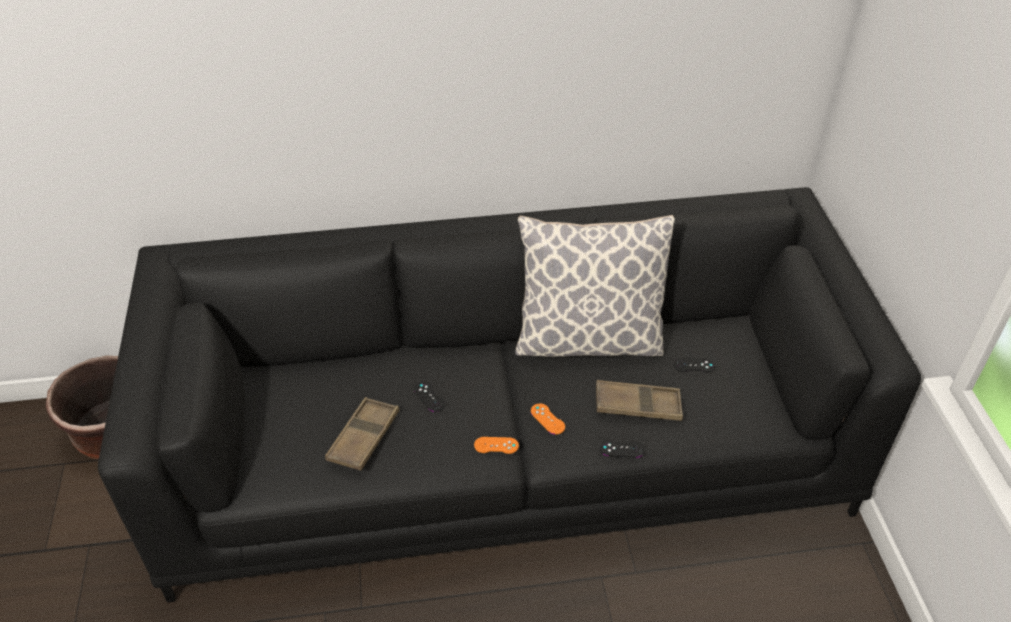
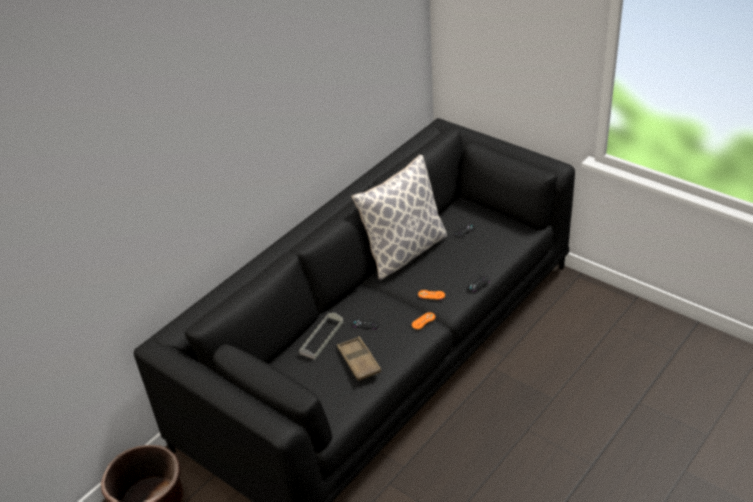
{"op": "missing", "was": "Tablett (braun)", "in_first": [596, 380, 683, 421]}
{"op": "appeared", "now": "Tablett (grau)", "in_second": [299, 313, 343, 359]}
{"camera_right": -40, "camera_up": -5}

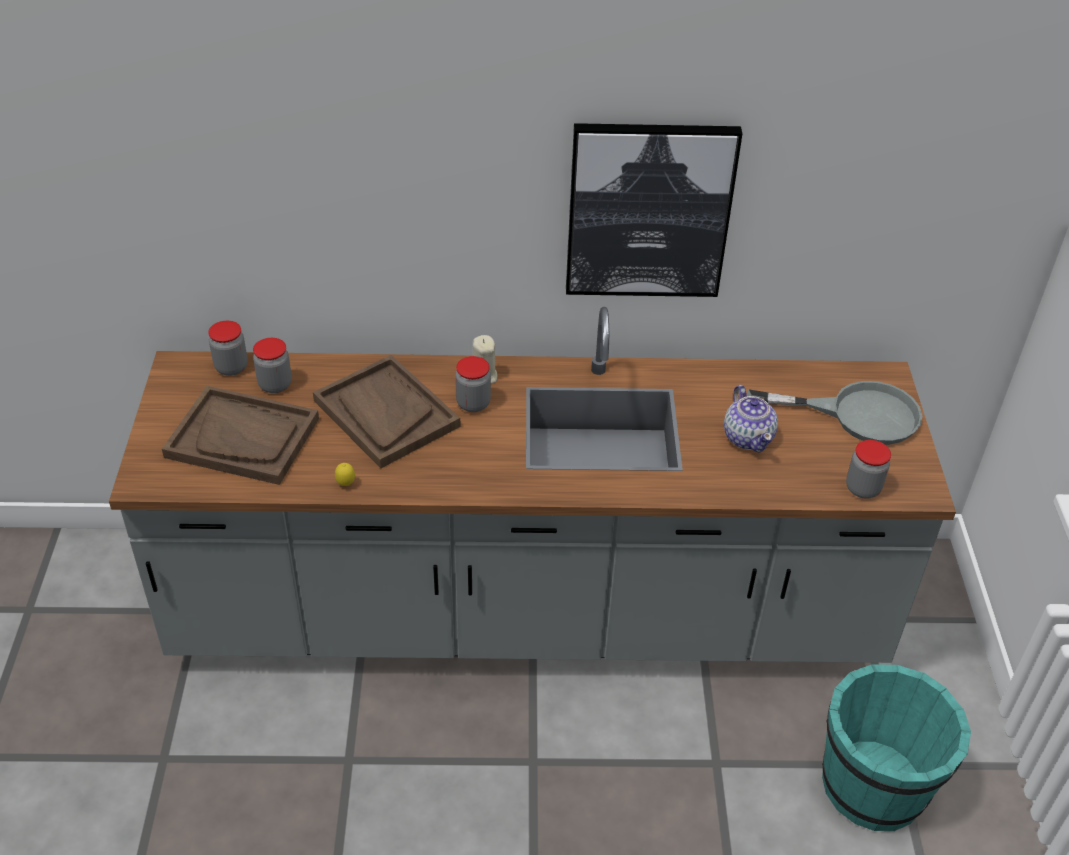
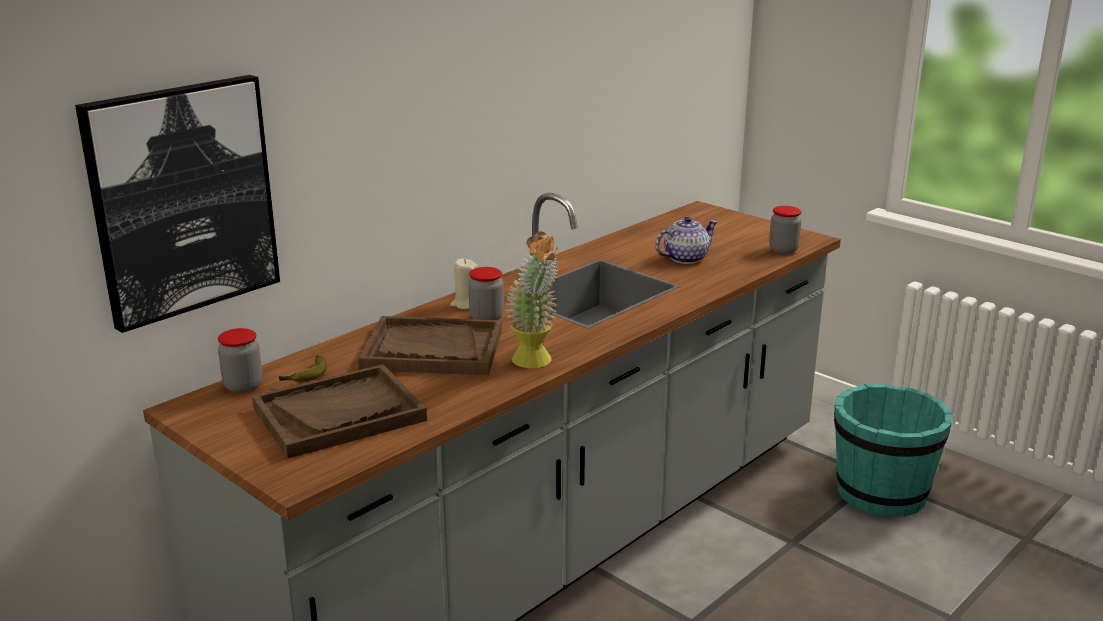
{"op": "relocated", "was": "Bild", "in_first": [566, 123, 742, 297], "in_second": [75, 75, 280, 333]}
{"op": "exchanged", "was": "Vorratsglas", "now": "Banane", "in_first": [253, 338, 292, 393], "in_second": [279, 355, 327, 382]}
{"op": "missing", "was": "Pfanne (grau)", "in_first": [747, 381, 922, 445]}
{"op": "spun", "was": "Teekanne", "in_first": [724, 385, 778, 452], "in_second": [655, 216, 718, 264], "clockwise": -60}
{"op": "missing", "was": "Zitrone", "in_first": [335, 463, 355, 486]}
{"op": "appeared", "now": "Topfpflanze", "in_second": [505, 231, 558, 368]}
{"camera_right": -45, "camera_up": -20}

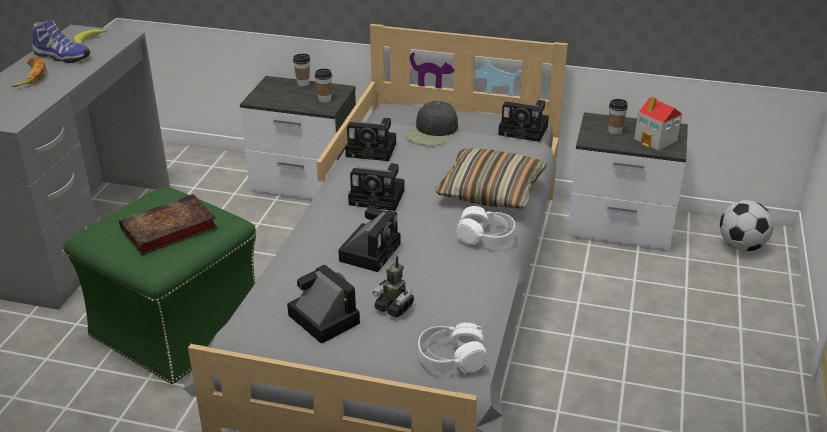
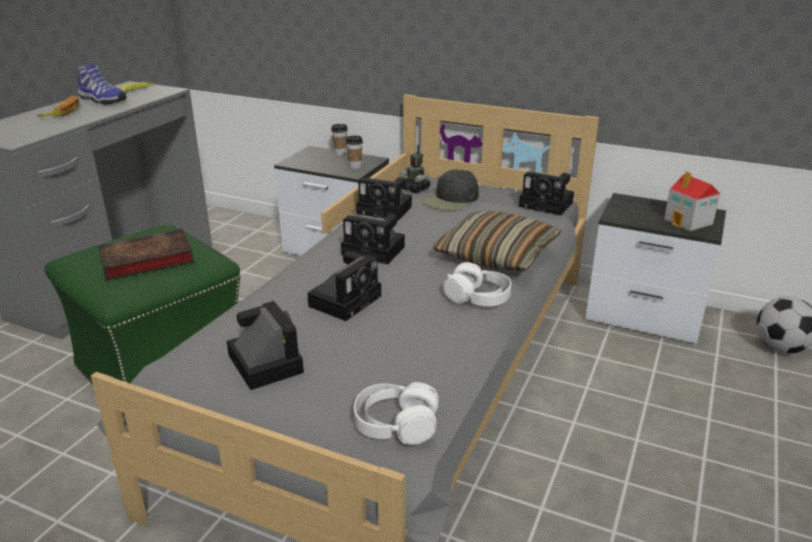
{"op": "missing", "was": "Tasse", "in_first": [608, 99, 628, 135]}
{"op": "relocated", "was": "Spielzeugroboter", "in_first": [373, 256, 414, 318], "in_second": [399, 144, 431, 193]}
{"camera_right": 10, "camera_up": -5}

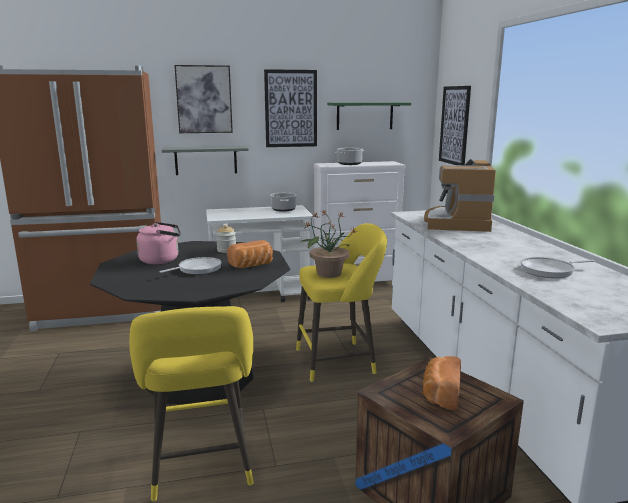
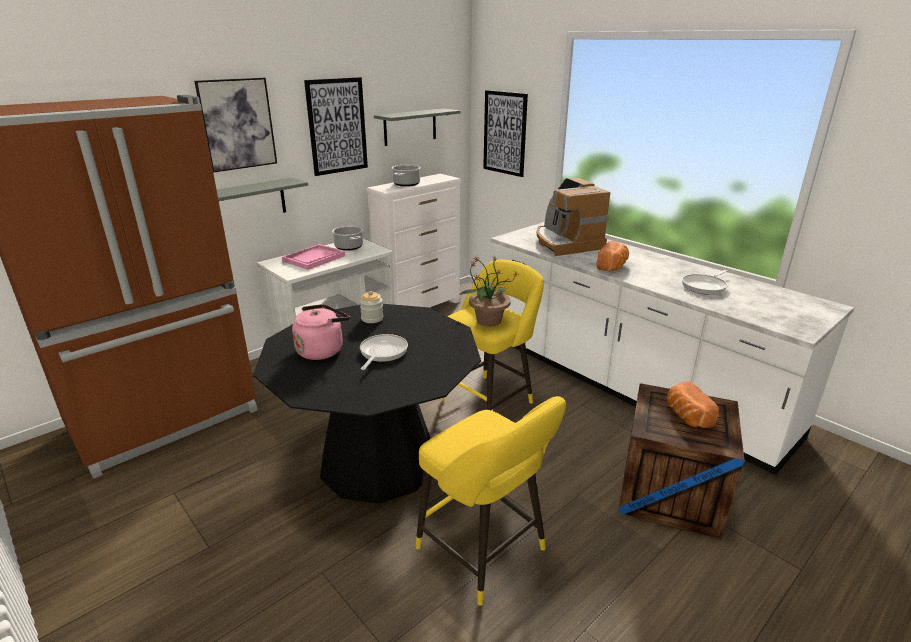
{"op": "colour", "was": "Wandregal (grün)", "now": "Wandregal (grau)", "in_first": [327, 102, 411, 130], "in_second": [374, 108, 460, 146]}
{"op": "relocated", "was": "Brot", "in_first": [227, 240, 273, 268], "in_second": [597, 241, 629, 271]}
{"op": "appeared", "now": "Tablett (rosa)", "in_second": [282, 244, 345, 270]}
{"camera_right": -30, "camera_up": 10}

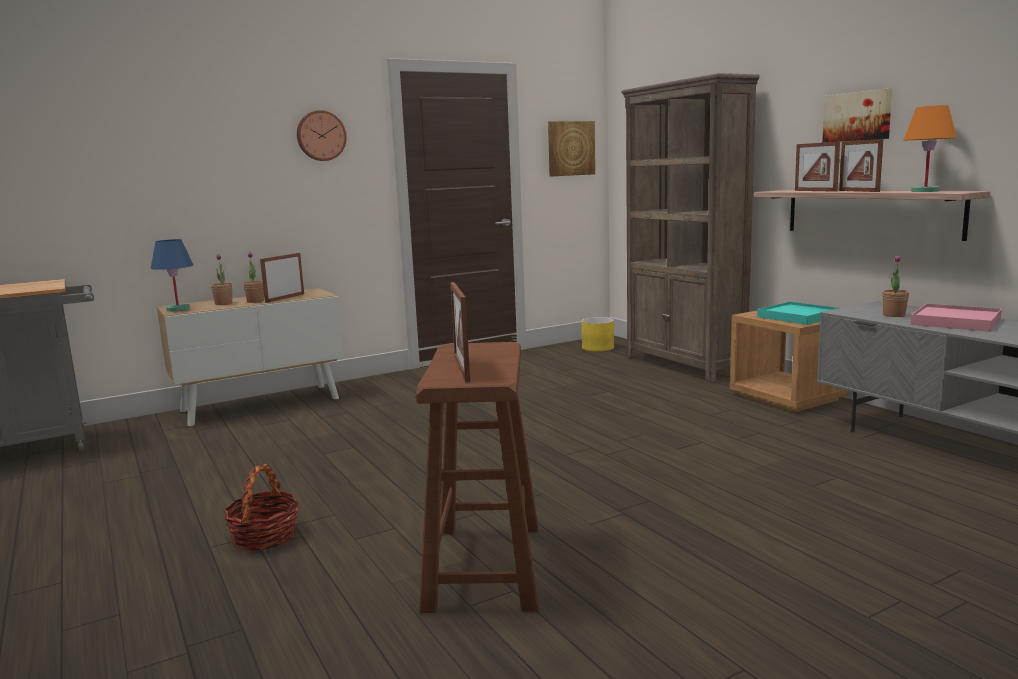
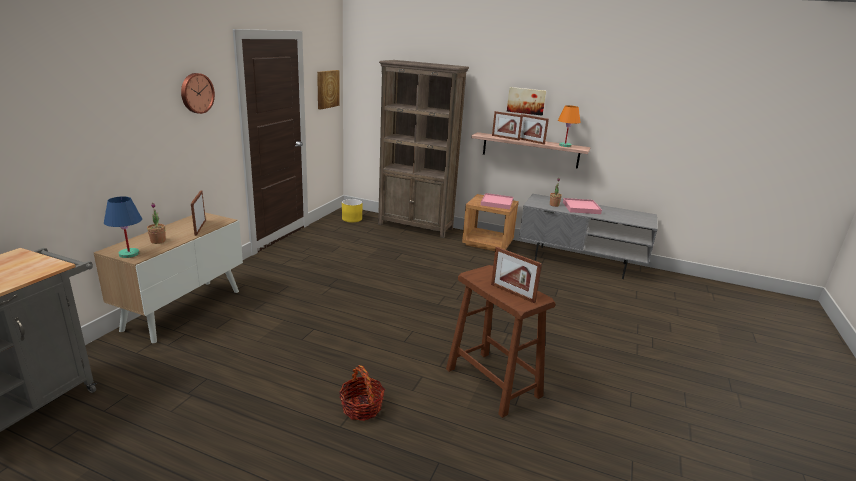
{"op": "missing", "was": "Topfpflanze", "in_first": [243, 252, 264, 303]}
{"op": "colour", "was": "Tablett (türkis)", "now": "Tablett (rosa)", "in_first": [757, 302, 840, 325], "in_second": [481, 193, 513, 210]}
{"camera_right": -40, "camera_up": 10}

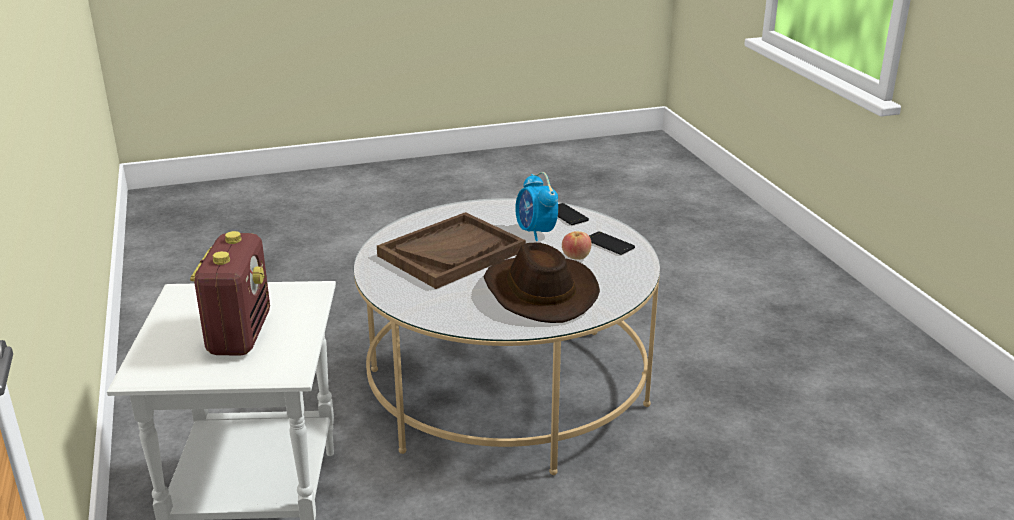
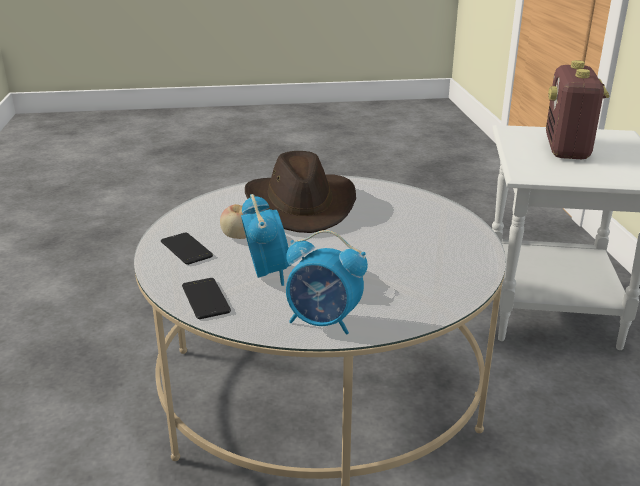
{"op": "missing", "was": "Tablett (braun)", "in_first": [377, 212, 526, 289]}
{"op": "appeared", "now": "Wecker", "in_second": [286, 230, 368, 335]}
{"camera_right": -170, "camera_up": 0}

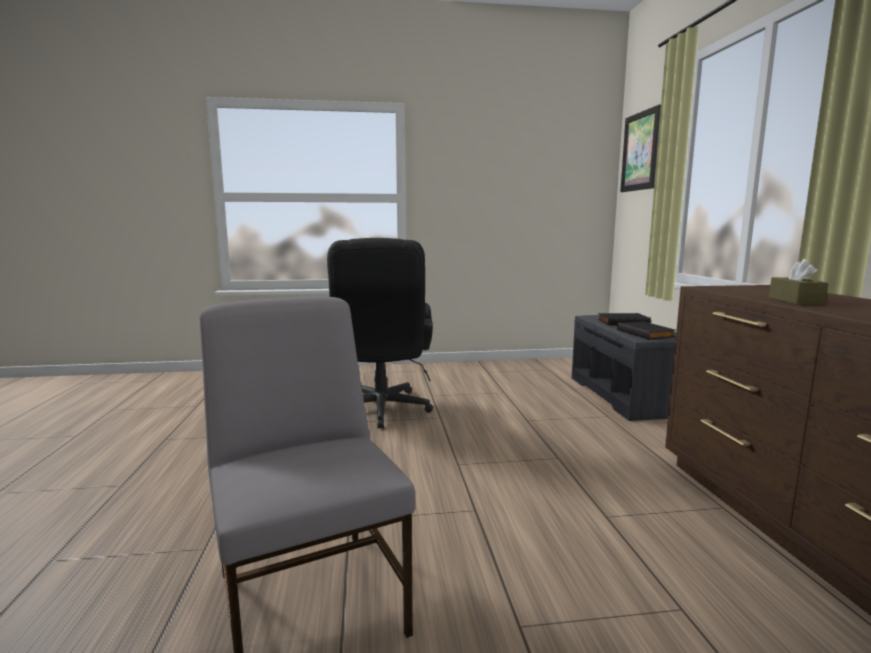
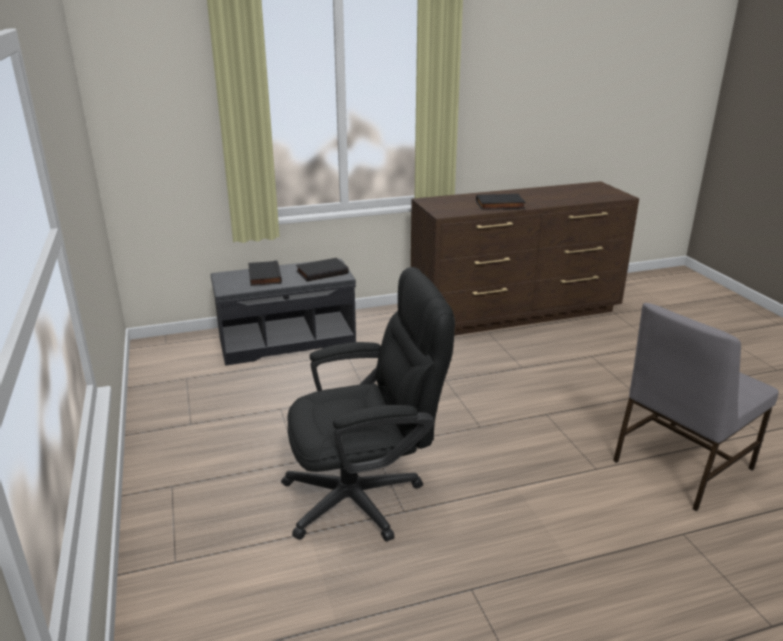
{"op": "missing", "was": "Bild", "in_first": [620, 104, 661, 192]}
{"op": "exchanged", "was": "Taschentuchbox (braun)", "now": "Buch (schwarz)", "in_first": [769, 259, 829, 305], "in_second": [476, 194, 526, 210]}
{"camera_right": -100, "camera_up": 15}

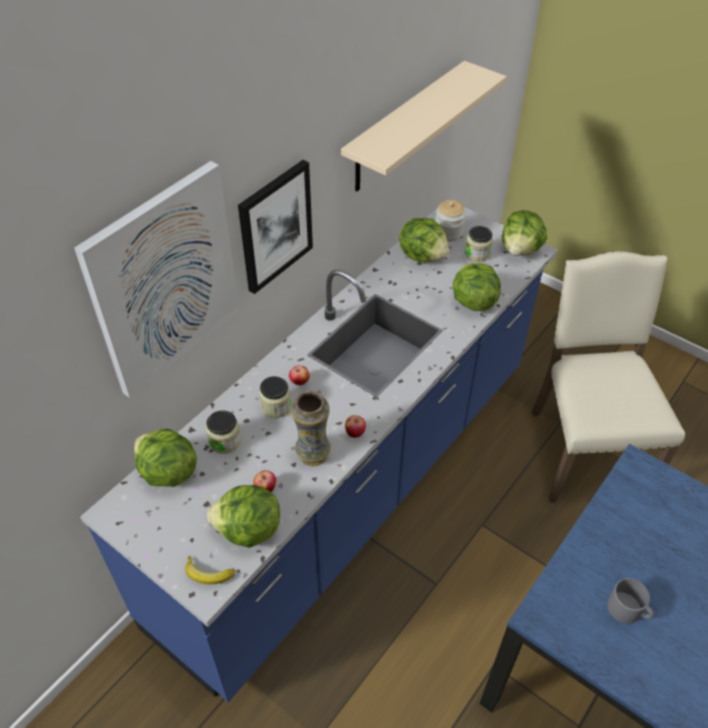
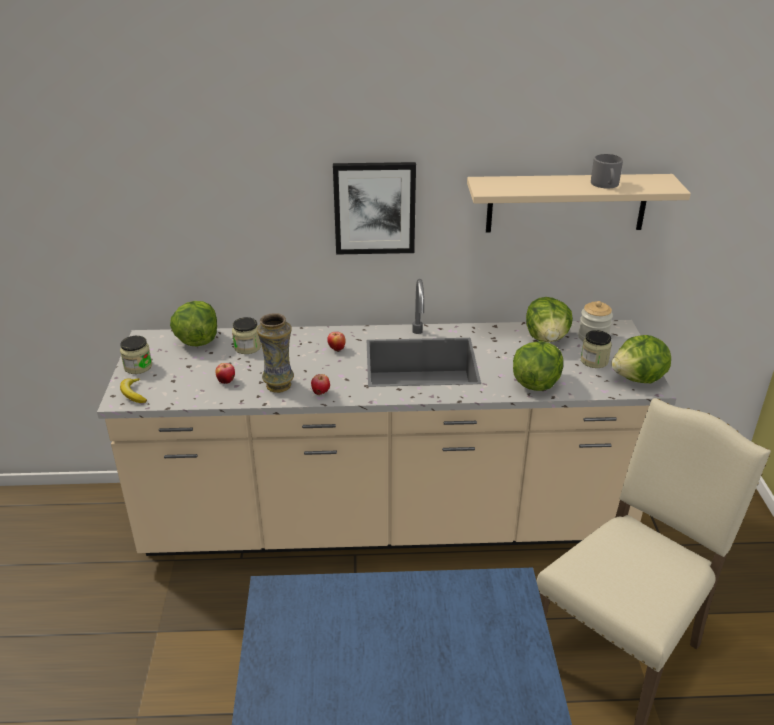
{"op": "missing", "was": "Bild", "in_first": [74, 161, 240, 398]}
{"op": "colour", "was": "Küchenzeile (blau)", "now": "Küchenzeile (beige)", "in_first": [80, 200, 558, 702], "in_second": [97, 279, 676, 556]}
{"op": "relocated", "was": "Vorratsglas", "in_first": [259, 376, 291, 419], "in_second": [120, 336, 152, 374]}
{"op": "missing", "was": "Salatkopf", "in_first": [207, 485, 280, 548]}
{"op": "relocated", "was": "Henkelbecher (grau)", "in_first": [607, 578, 654, 624], "in_second": [591, 154, 623, 188]}
{"camera_right": 50, "camera_up": -15}

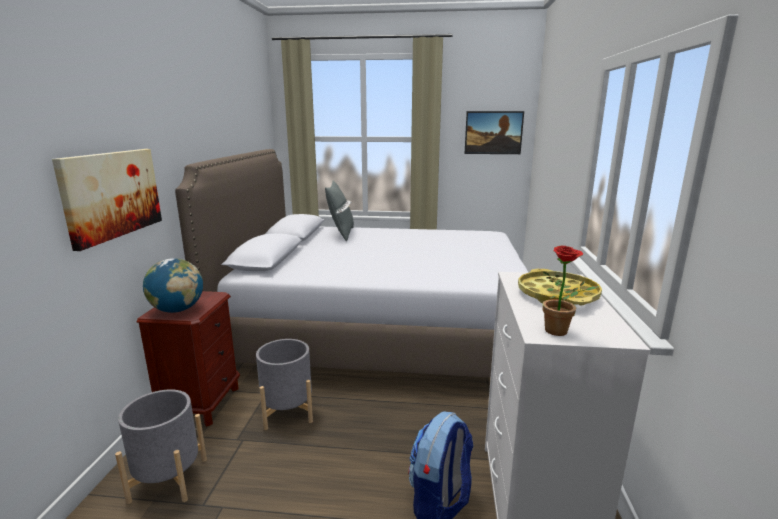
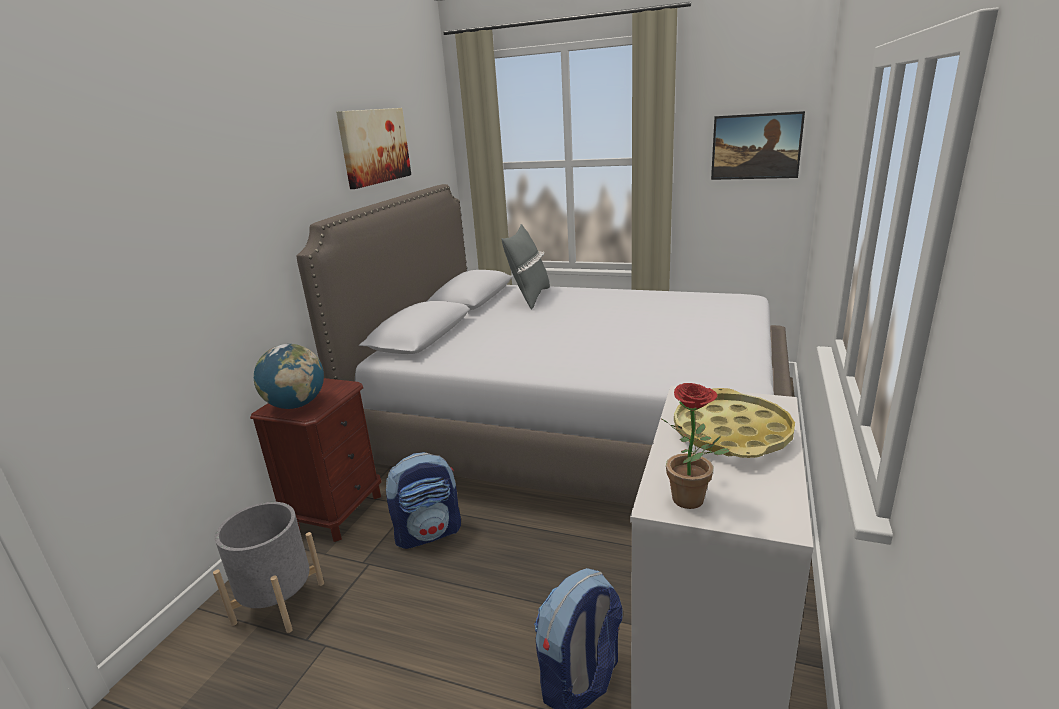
{"op": "relocated", "was": "Bild", "in_first": [52, 149, 162, 251], "in_second": [336, 108, 411, 189]}
{"op": "exchanged", "was": "Pflanzkübel (grau)", "now": "Rucksack", "in_first": [256, 339, 313, 430], "in_second": [386, 452, 461, 549]}
{"camera_right": 15, "camera_up": 5}

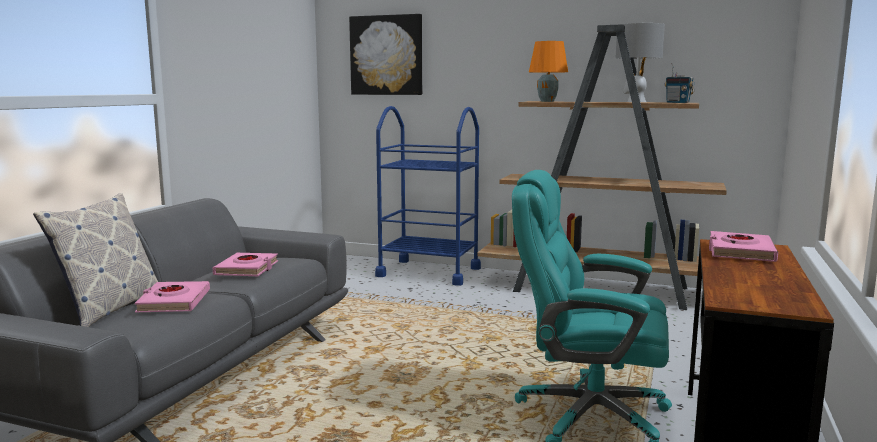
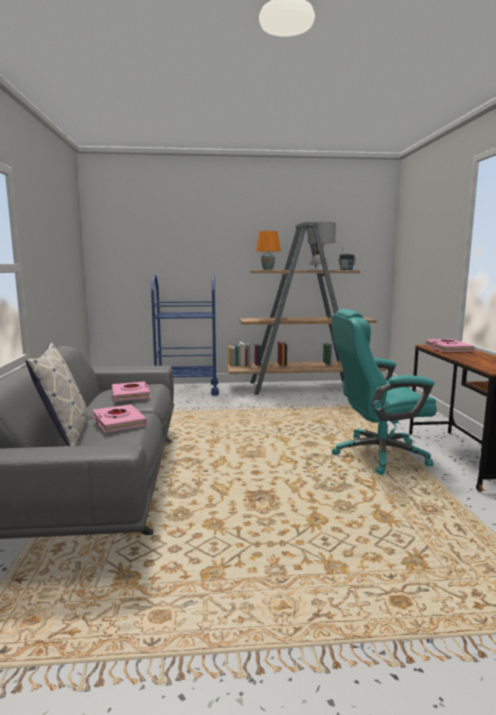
{"op": "missing", "was": "Bild", "in_first": [349, 14, 422, 95]}
{"camera_right": -25, "camera_up": 0}

